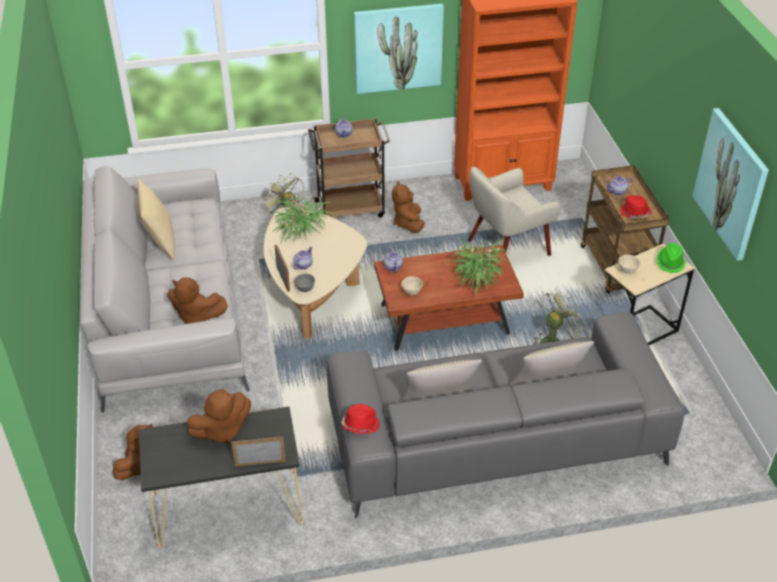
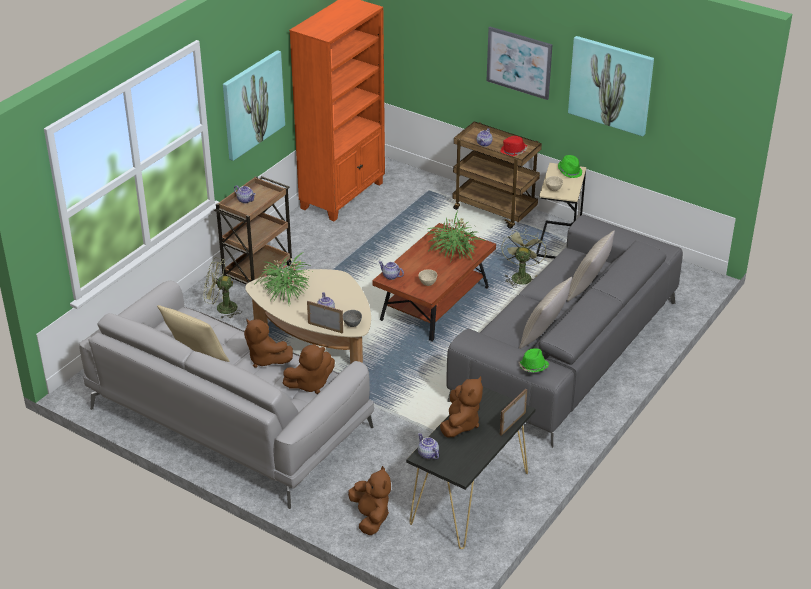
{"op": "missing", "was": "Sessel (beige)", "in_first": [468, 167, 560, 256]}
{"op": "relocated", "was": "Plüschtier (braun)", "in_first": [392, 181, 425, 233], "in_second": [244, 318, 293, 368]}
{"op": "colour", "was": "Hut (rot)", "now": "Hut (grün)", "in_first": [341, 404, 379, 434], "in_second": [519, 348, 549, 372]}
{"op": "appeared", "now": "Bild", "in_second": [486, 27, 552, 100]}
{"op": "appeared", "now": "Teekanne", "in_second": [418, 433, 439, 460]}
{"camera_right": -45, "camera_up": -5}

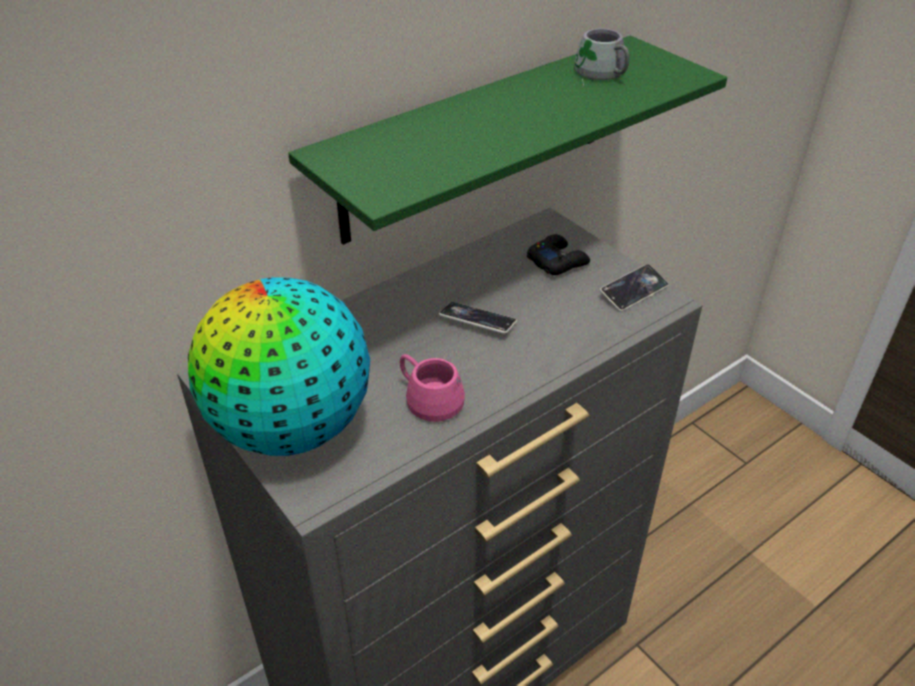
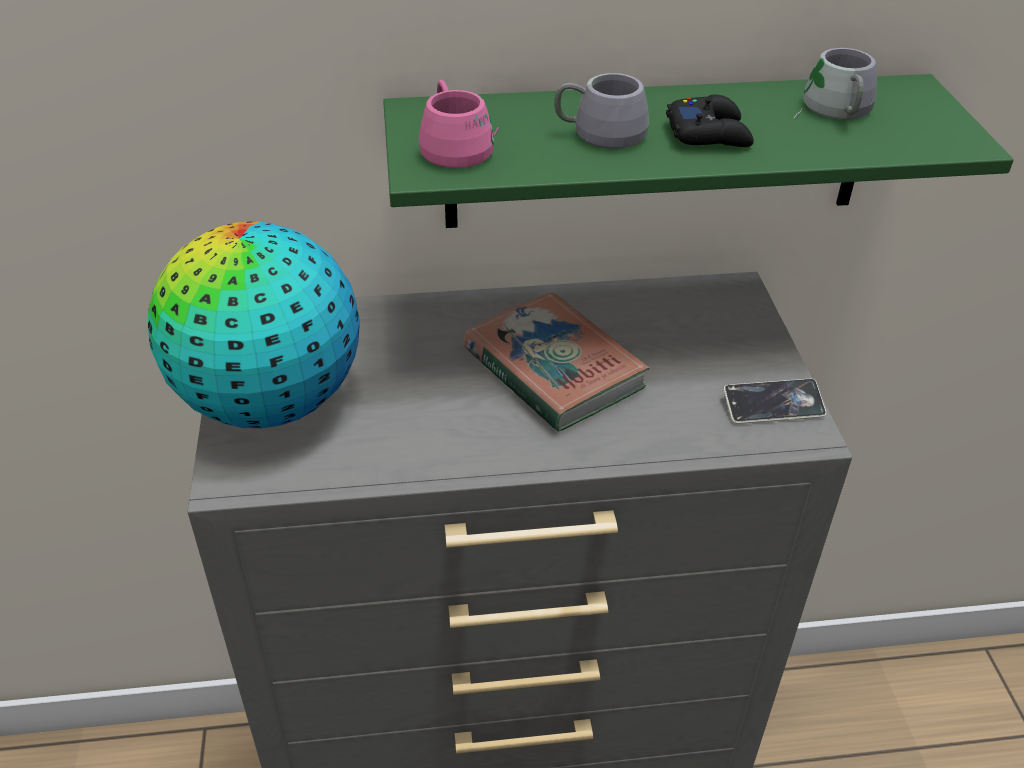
{"op": "relocated", "was": "Gamepad (schwarz)", "in_first": [527, 234, 590, 275], "in_second": [666, 95, 754, 147]}
{"op": "exchanged", "was": "Handy", "now": "Buch", "in_first": [439, 302, 517, 334], "in_second": [463, 292, 650, 432]}
{"op": "relocated", "was": "Henkelbecher (rosa)", "in_first": [400, 354, 465, 422], "in_second": [419, 80, 499, 168]}
{"op": "appeared", "now": "Henkelbecher (grau)", "in_second": [554, 73, 649, 149]}
{"camera_right": 30, "camera_up": 0}

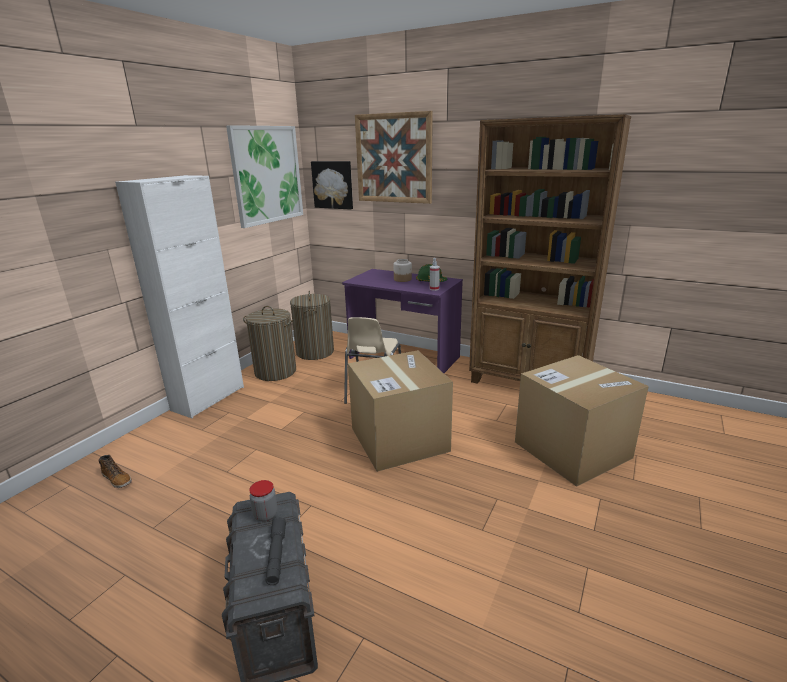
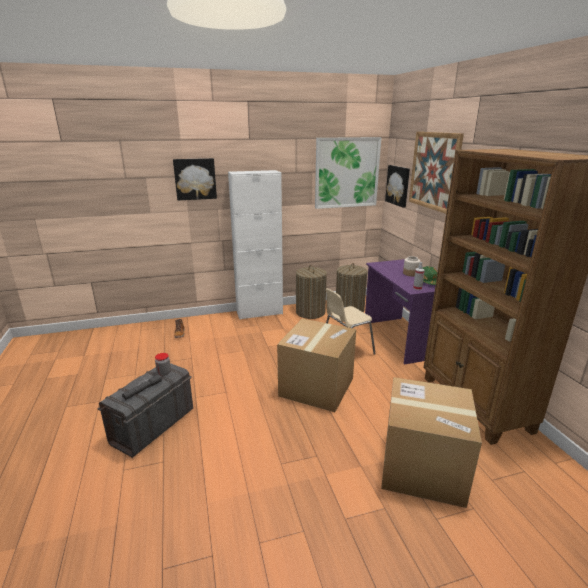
{"op": "appeared", "now": "Bild", "in_second": [173, 158, 217, 200]}
{"camera_right": 45, "camera_up": 0}

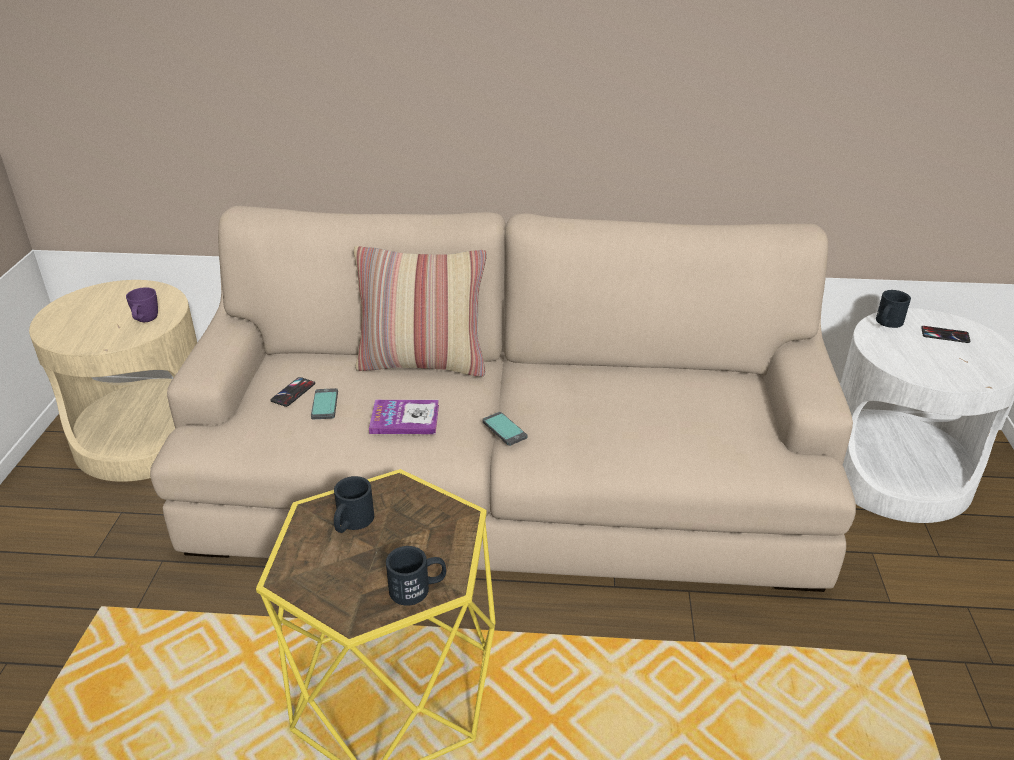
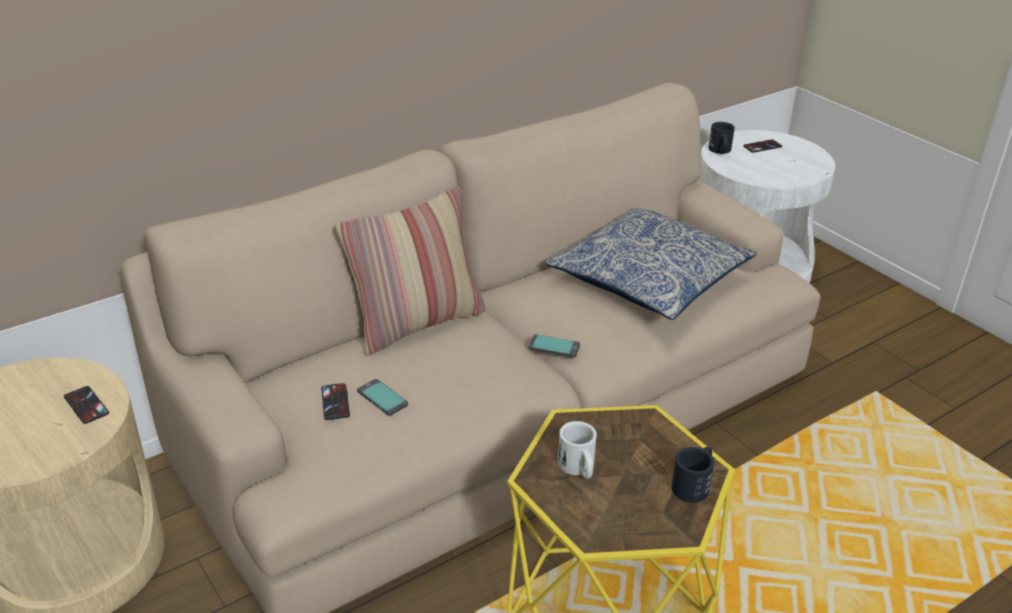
{"op": "exchanged", "was": "Henkelbecher (lila)", "now": "Handy", "in_first": [126, 287, 158, 322], "in_second": [64, 386, 109, 424]}
{"op": "missing", "was": "Buch", "in_first": [369, 400, 439, 434]}
{"op": "colour", "was": "Henkelbecher (schwarz)", "now": "Henkelbecher (weiß)", "in_first": [334, 476, 374, 533], "in_second": [558, 421, 597, 479]}
{"op": "appeared", "now": "Kissen", "in_second": [545, 208, 757, 320]}
{"camera_right": -40, "camera_up": 0}

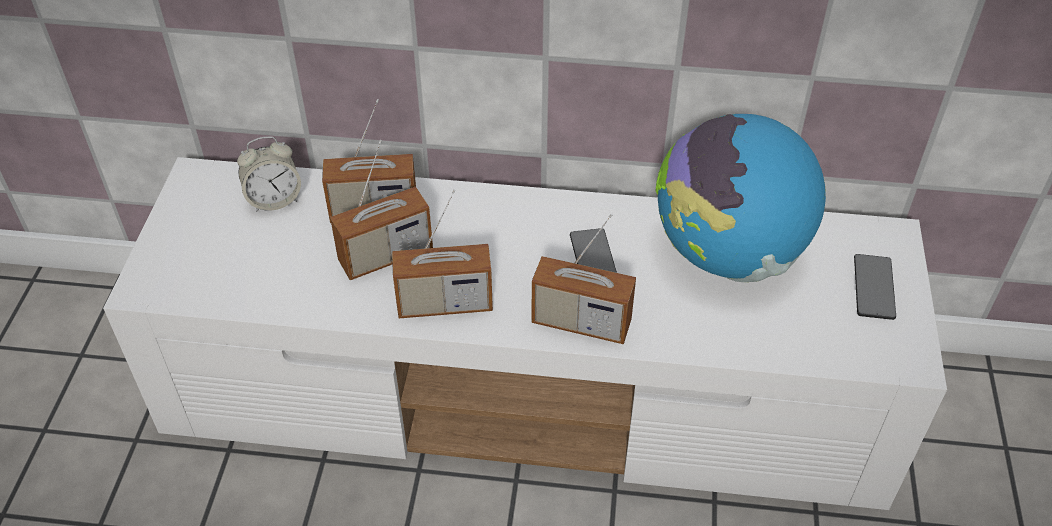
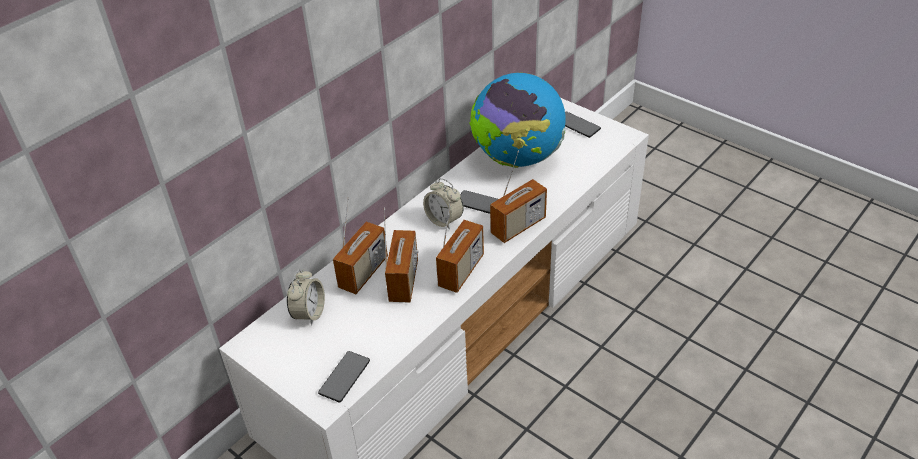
{"op": "appeared", "now": "Wecker", "in_second": [423, 178, 463, 230]}
{"op": "appeared", "now": "Handy", "in_second": [318, 351, 370, 403]}
{"camera_right": -55, "camera_up": -5}

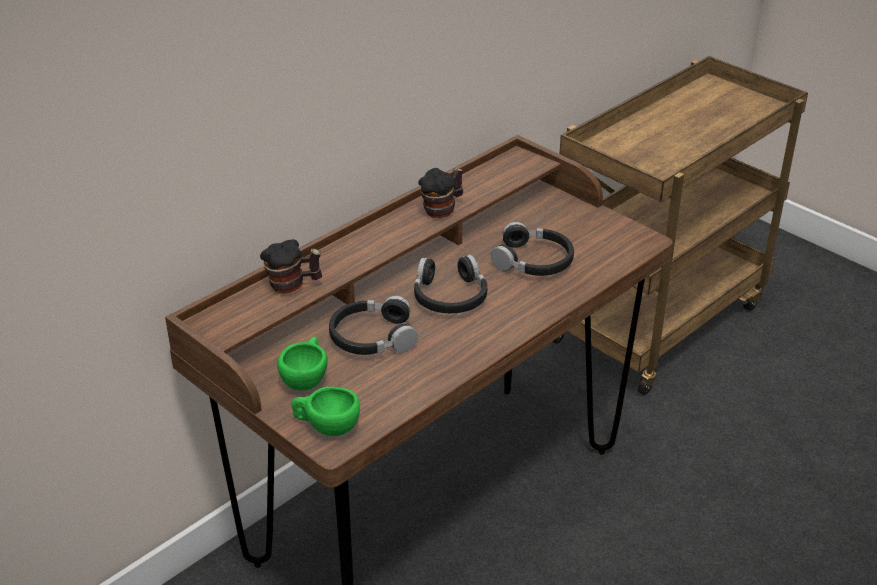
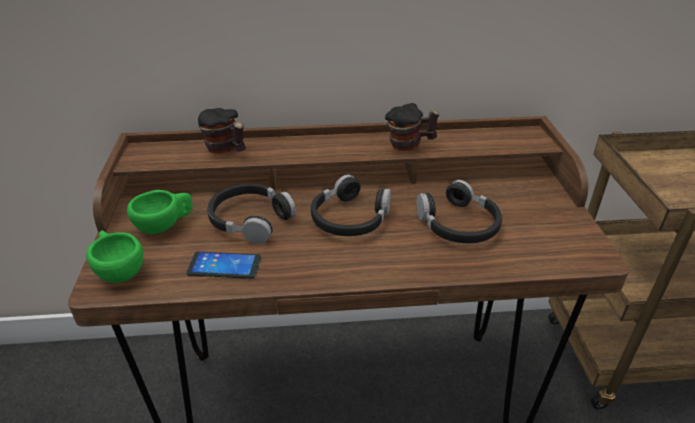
{"op": "appeared", "now": "Handy", "in_second": [186, 252, 261, 279]}
{"camera_right": 40, "camera_up": 0}

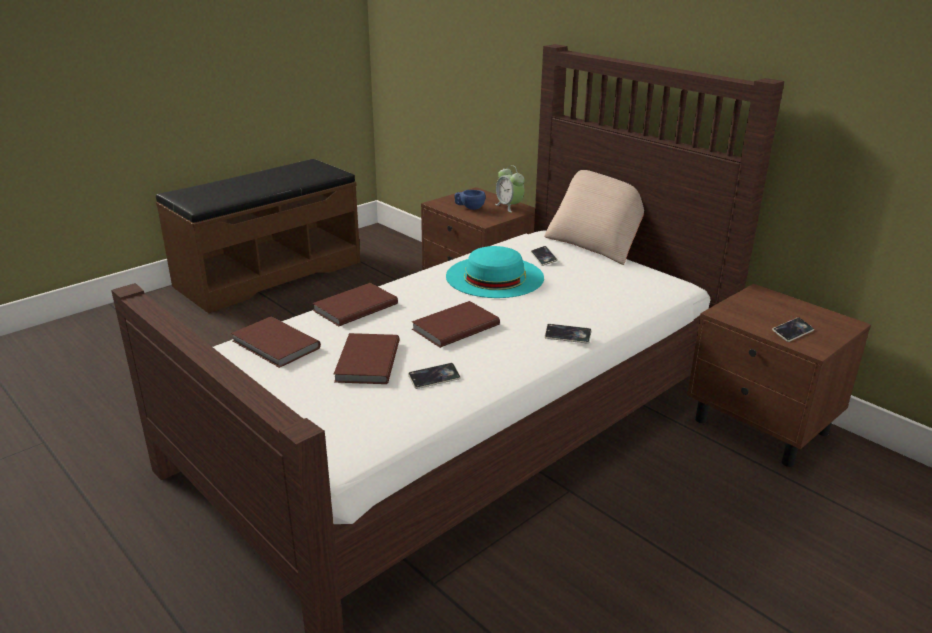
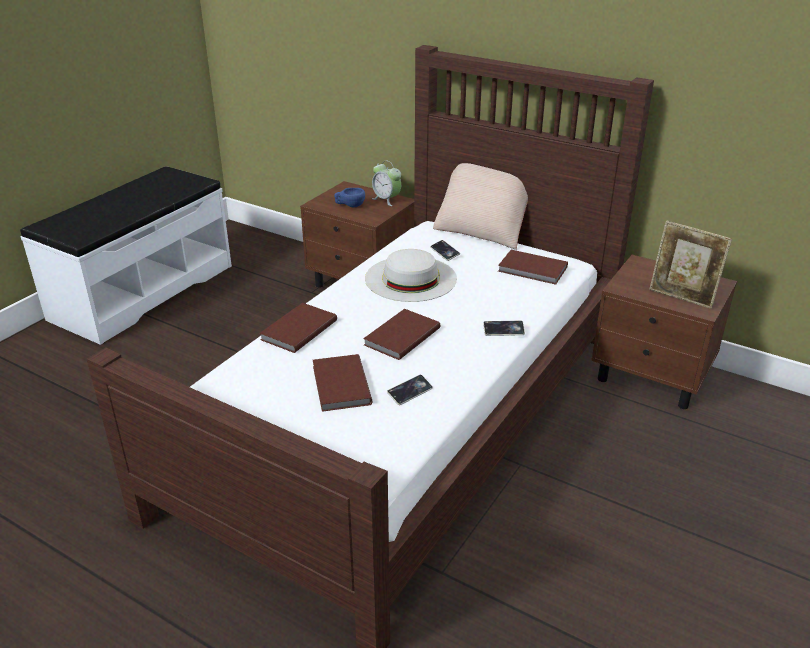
{"op": "colour", "was": "Bank (braun)", "now": "Bank (weiß)", "in_first": [156, 159, 360, 313], "in_second": [20, 166, 232, 345]}
{"op": "colour", "was": "Hut (türkis)", "now": "Hut (weiß)", "in_first": [446, 246, 544, 298], "in_second": [365, 249, 457, 302]}
{"op": "relocated", "was": "Buch (braun)", "in_first": [231, 317, 321, 368], "in_second": [498, 250, 568, 285]}
{"op": "exchanged", "was": "Handy", "now": "Bilderrahmen", "in_first": [772, 317, 814, 342], "in_second": [649, 221, 732, 309]}
{"camera_right": -15, "camera_up": 5}

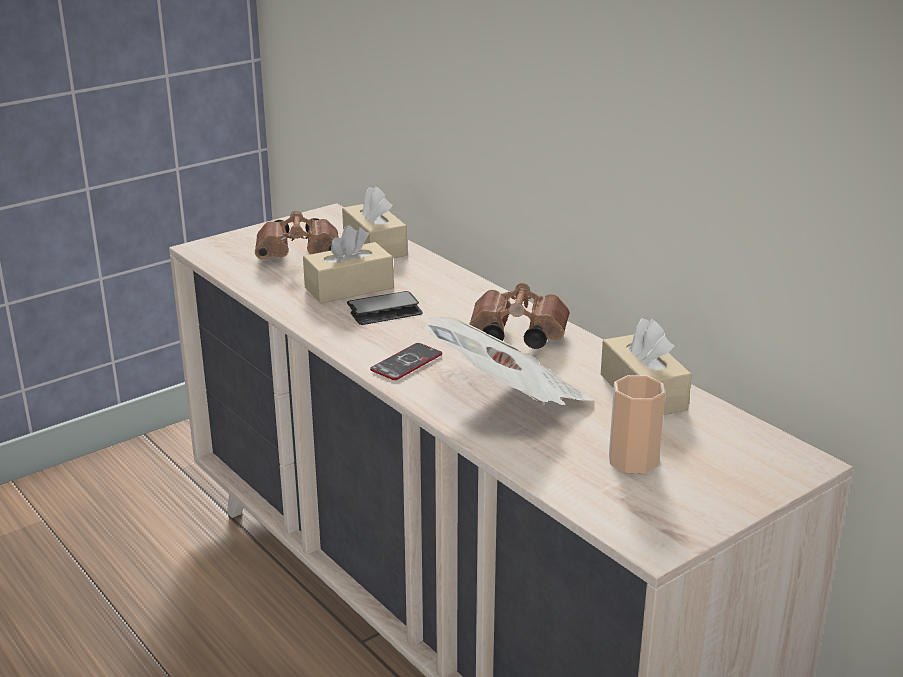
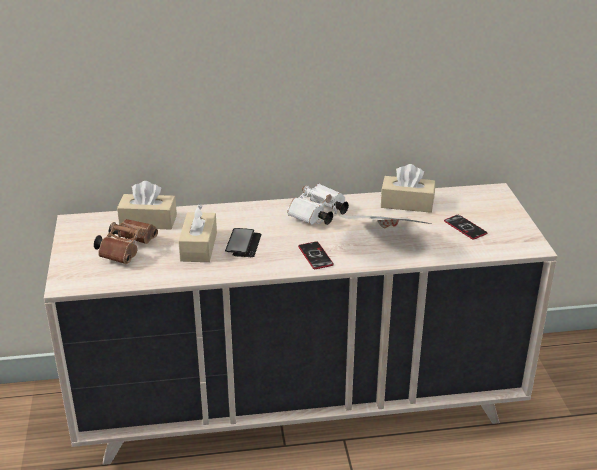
{"op": "colour", "was": "Fernglas (braun)", "now": "Fernglas (weiß)", "in_first": [469, 283, 570, 349], "in_second": [287, 184, 349, 225]}
{"op": "exchanged", "was": "Tasse", "now": "Handy", "in_first": [609, 375, 665, 474], "in_second": [444, 215, 488, 240]}
{"camera_right": -60, "camera_up": 5}

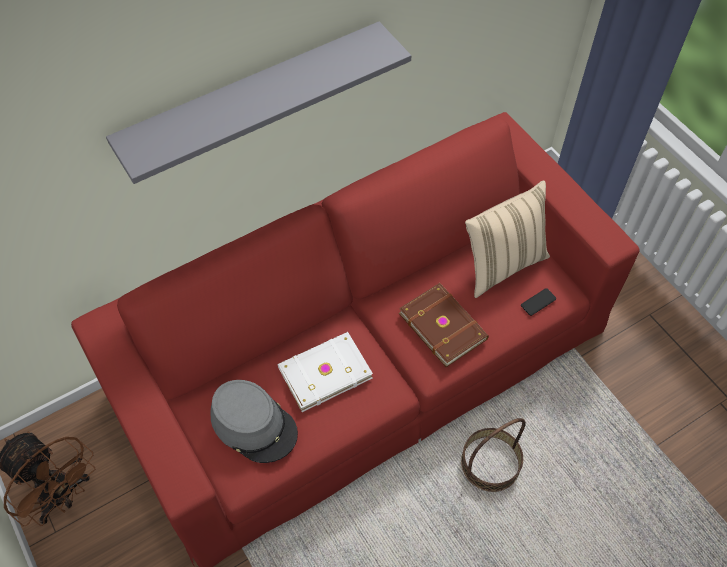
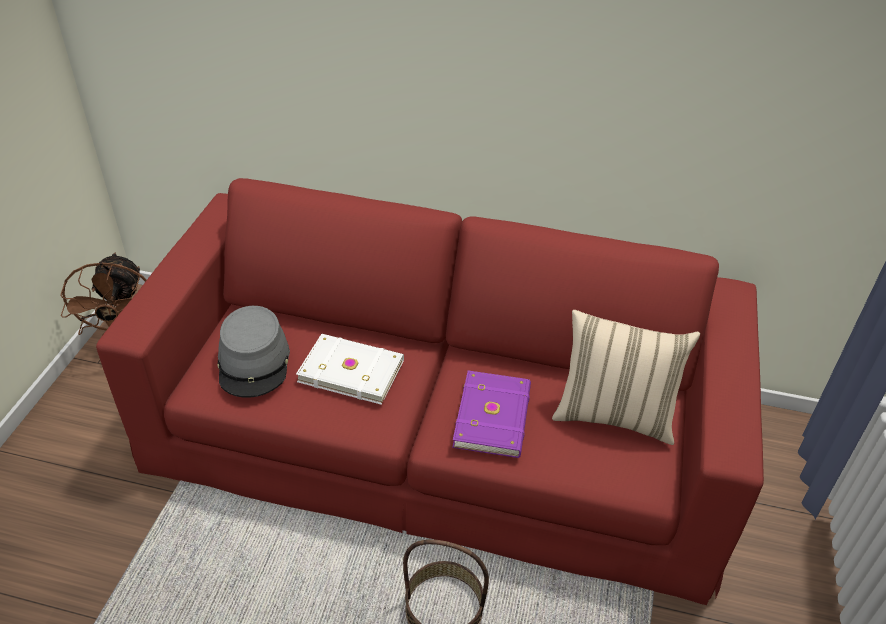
{"op": "missing", "was": "Wandregal (grau)", "in_first": [106, 21, 411, 184]}
{"op": "colour", "was": "Buch (braun)", "now": "Buch (lila)", "in_first": [399, 283, 489, 367], "in_second": [452, 370, 531, 458]}
{"op": "missing", "was": "Handy", "in_first": [521, 288, 556, 316]}
{"camera_right": 45, "camera_up": -15}

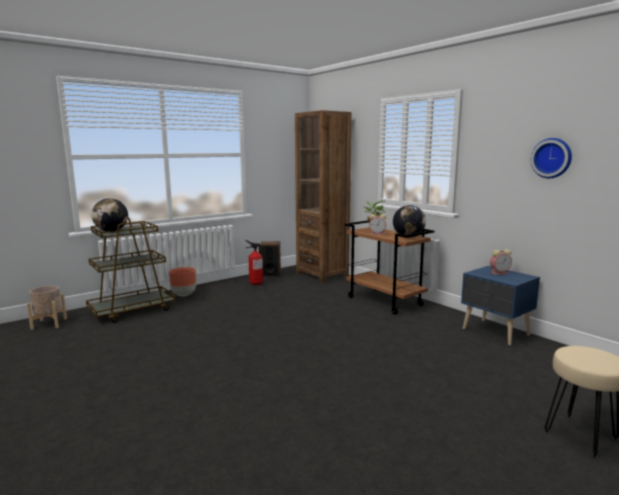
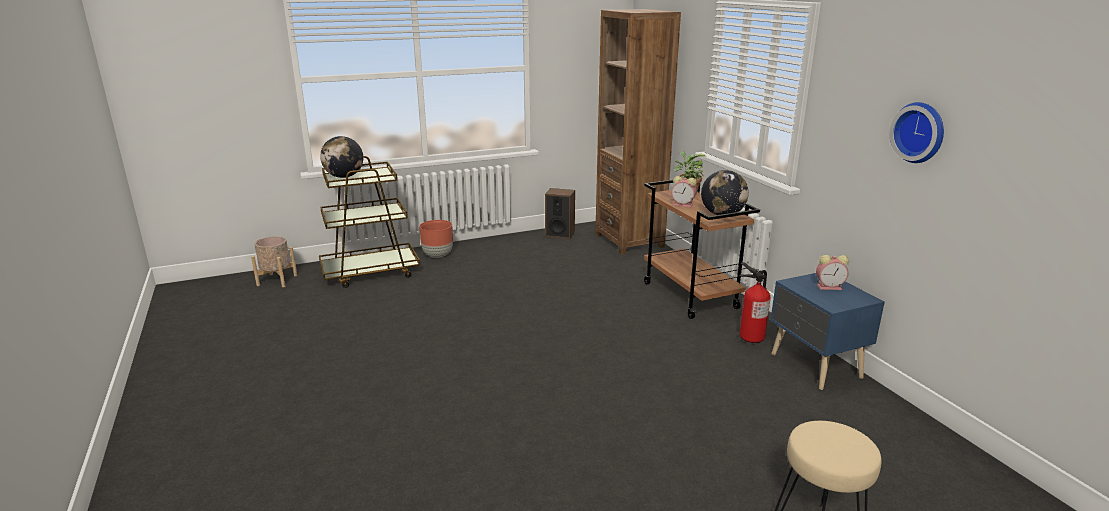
{"op": "relocated", "was": "Feuerlöscher", "in_first": [245, 240, 264, 285], "in_second": [739, 262, 770, 343]}
{"camera_right": 15, "camera_up": 10}

